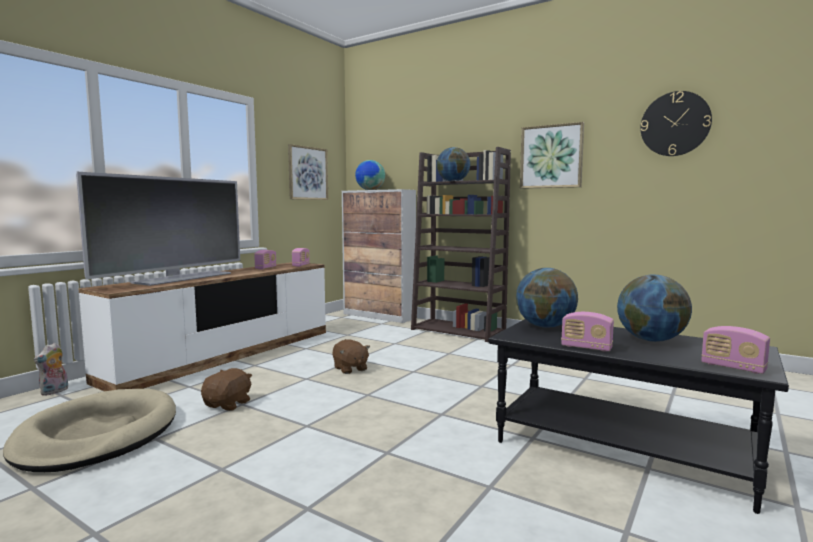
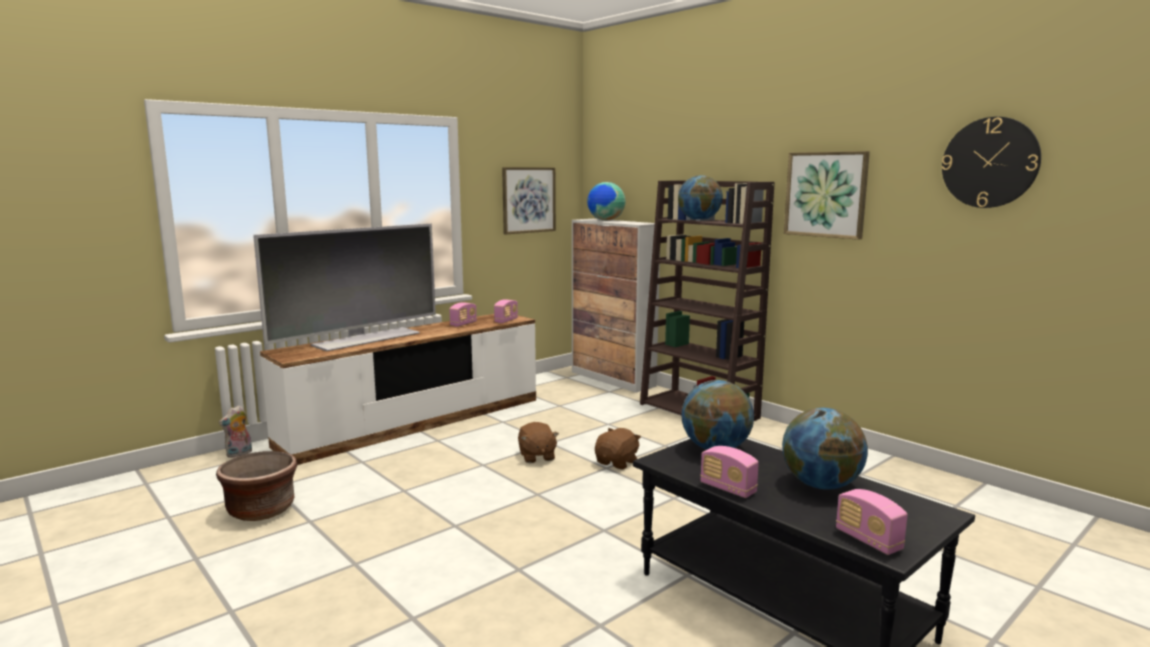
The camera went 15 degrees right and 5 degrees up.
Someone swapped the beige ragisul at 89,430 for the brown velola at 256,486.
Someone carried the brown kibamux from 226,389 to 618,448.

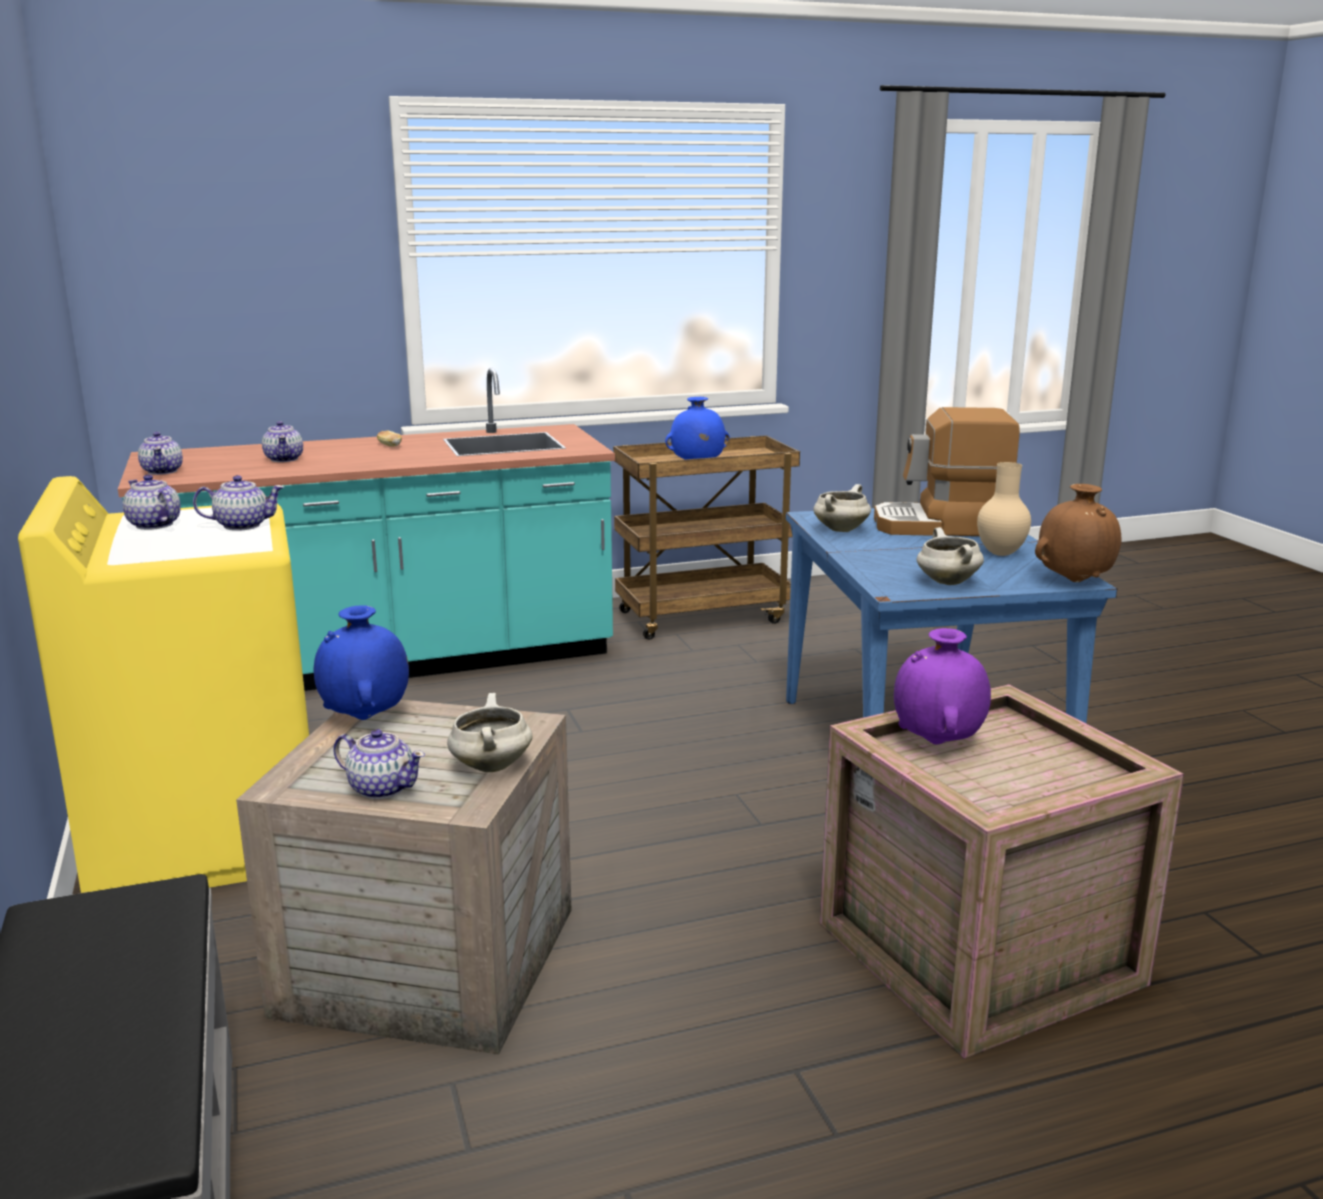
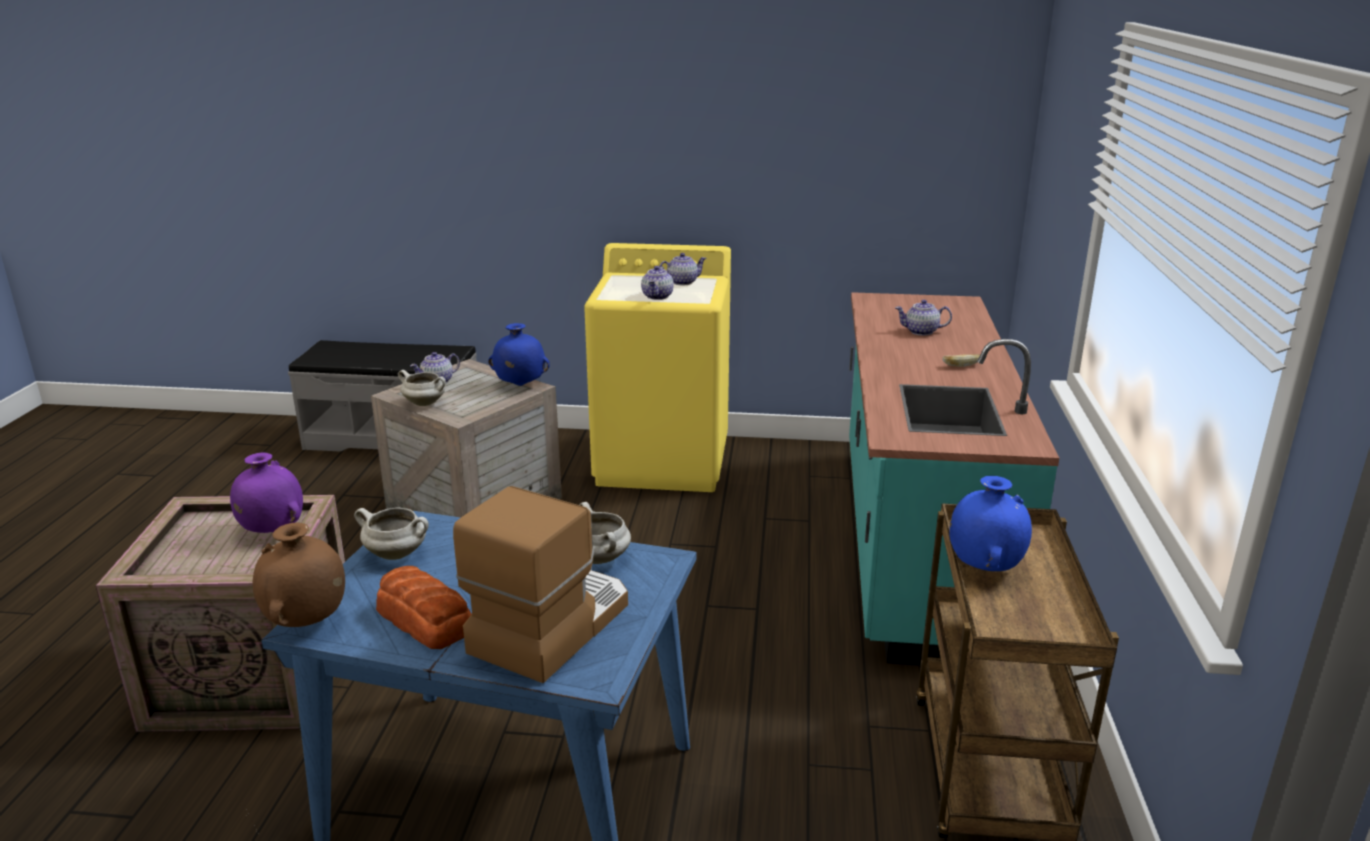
The camera went 115 degrees right and 5 degrees up.
Someone swapped the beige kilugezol at 1004,509 for the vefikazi at 424,607.
Someone took away the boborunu at 160,453.

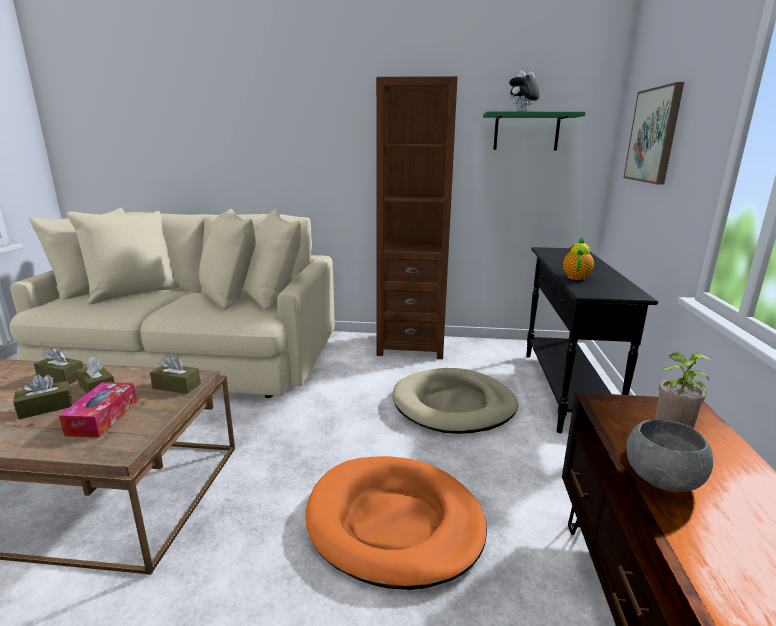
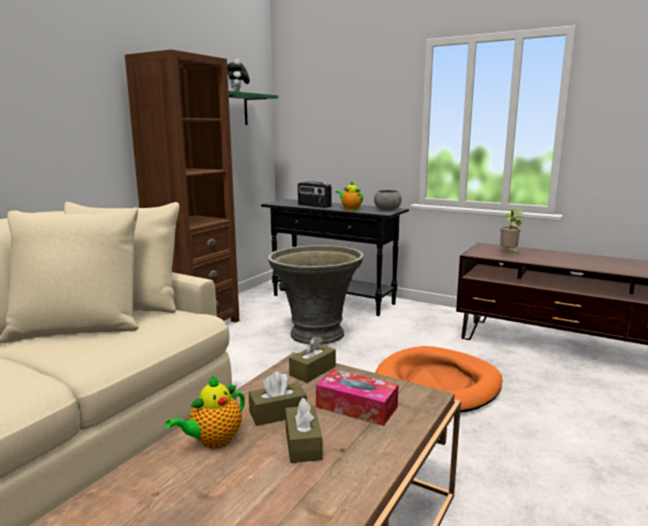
The camera went 65 degrees left and 5 degrees down.
Someone swapped the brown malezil at 58,365 for the boborunu at 205,412.
Someone swapped the beige ragisul at 455,401 for the grey velola at 315,295.
Someone put down the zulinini at 315,194.
Someone carried the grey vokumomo from 670,455 to 388,200.
Someone took away the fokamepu at 653,133.

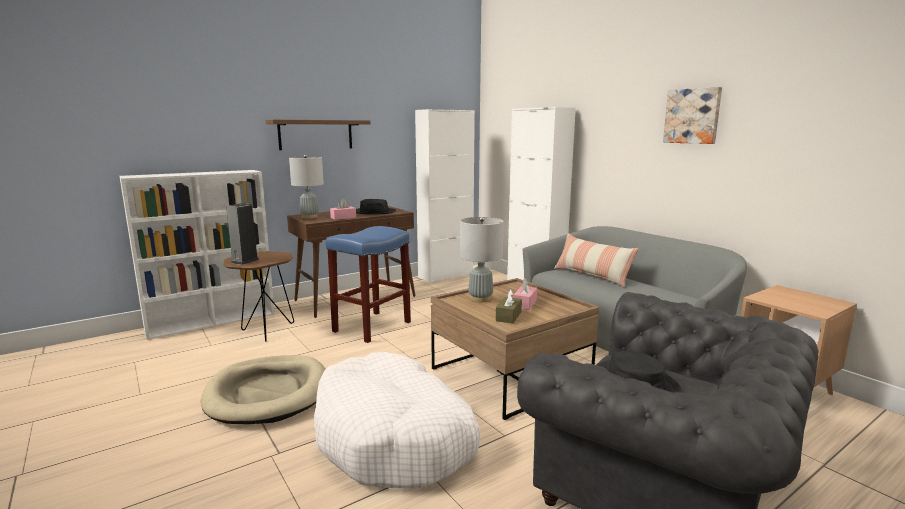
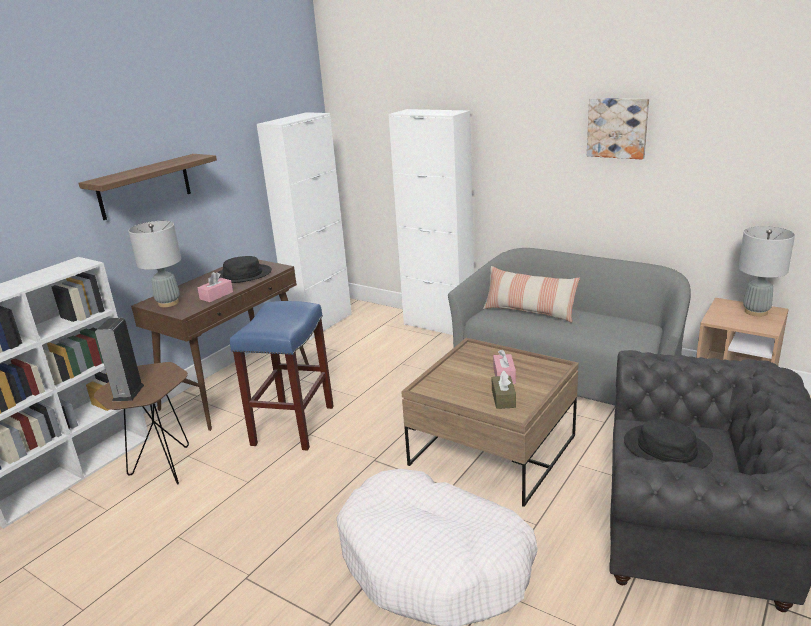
The camera went 20 degrees left and 10 degrees up.
Someone carried the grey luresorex from 482,259 to 767,271.
Someone took away the beige ragisul at 263,389.

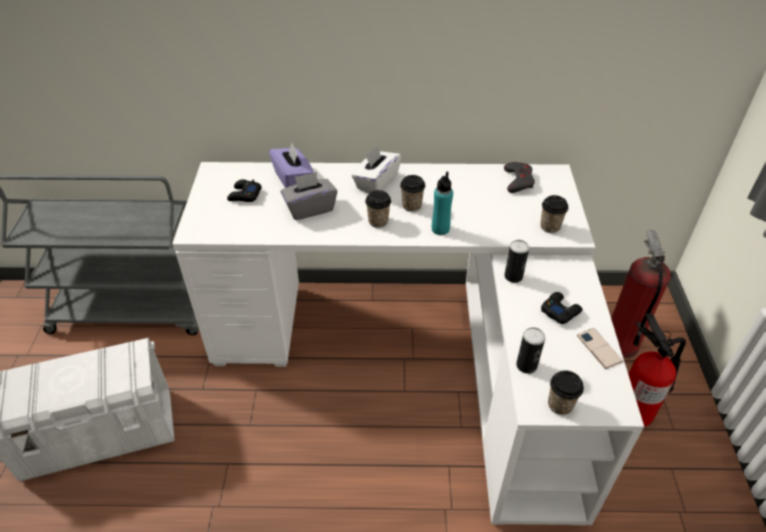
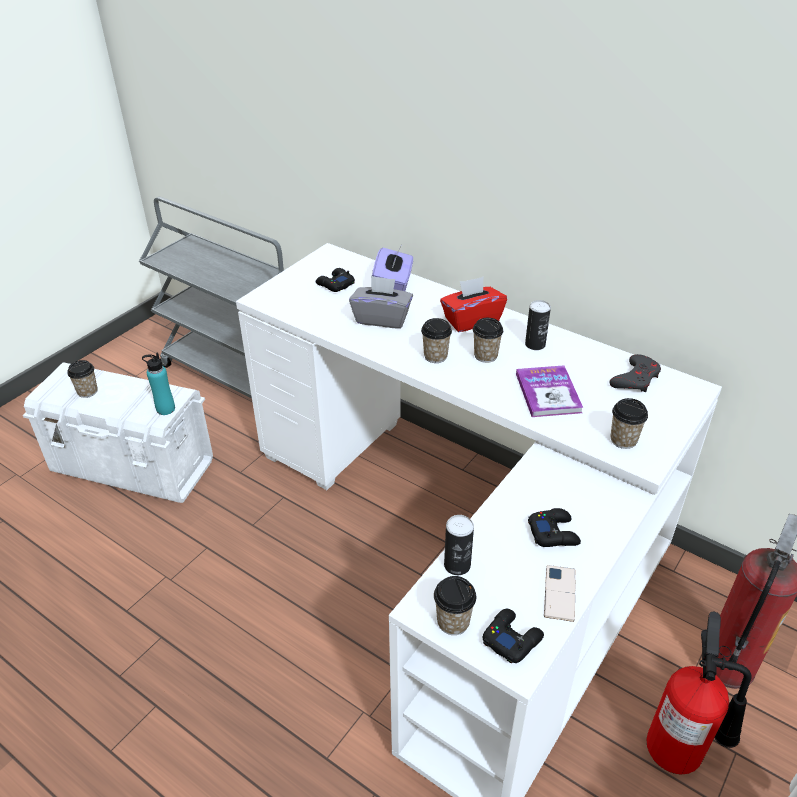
The camera went 35 degrees right and 5 degrees down.
Someone put down the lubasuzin at 82,379.
Someone carried the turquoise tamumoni from 442,203 to 158,383.
Someone repainted the white malezil at 376,169, which became the red malezil at 473,304.
Someone put down the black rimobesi at 513,636.
Someone put down the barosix at 549,391.
Someone carried the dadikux from 516,261 to 538,325.

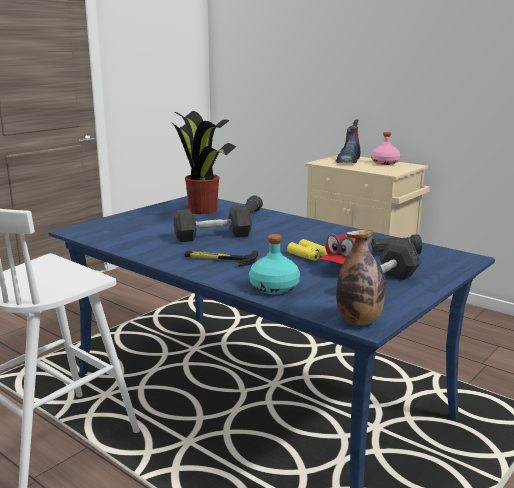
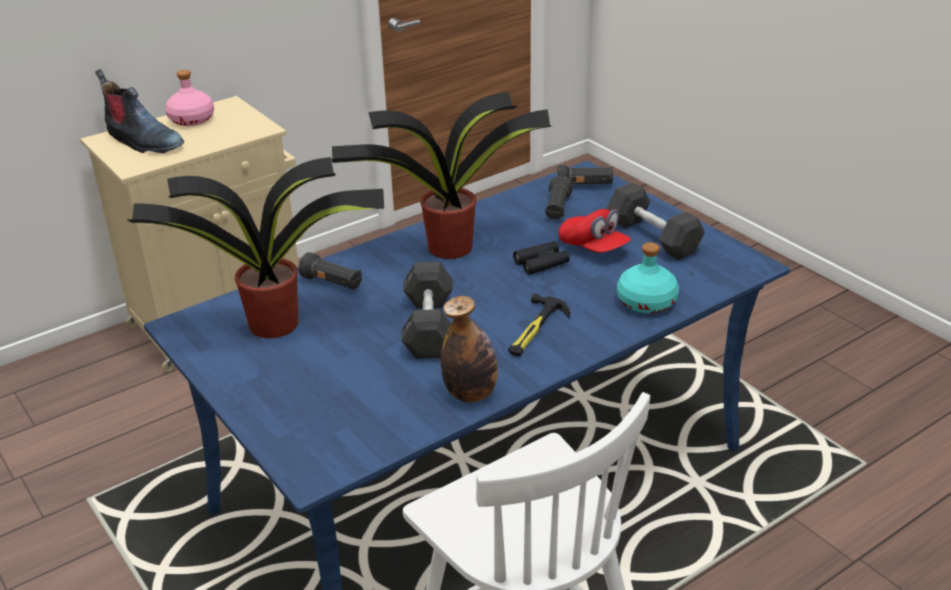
The camera went 75 degrees left and 15 degrees up.
Someone put down the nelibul at 442,176.
Someone carried the tamumoni from 360,277 to 469,349.
Someone repainted the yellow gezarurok at 307,250, which became the black gezarurok at 541,258.
Someone put down the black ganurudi at 585,174.

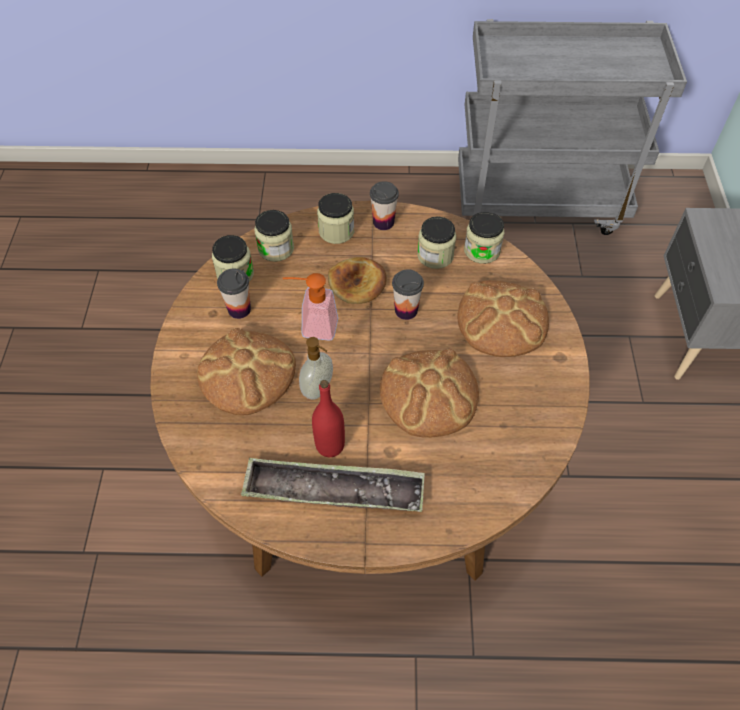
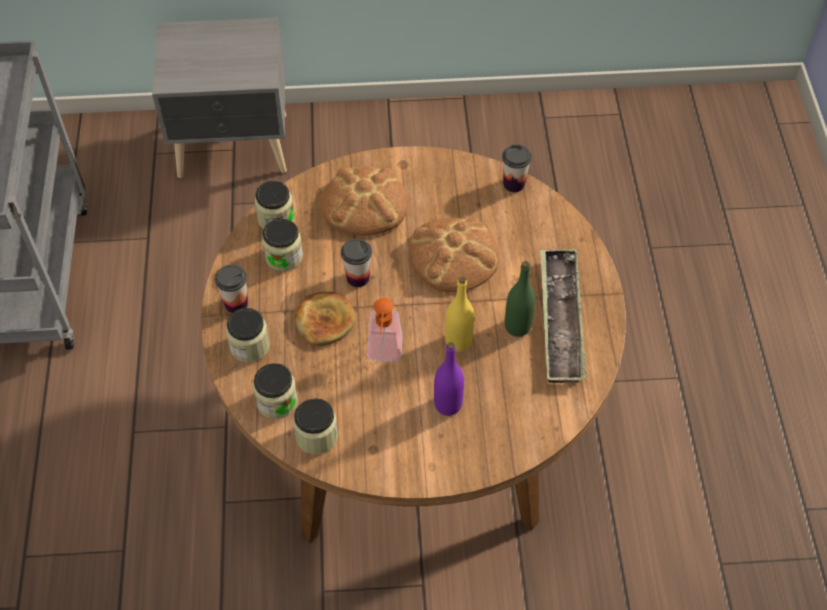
The camera went 95 degrees left and 0 degrees up.
Someone swapped the vefikazi at 246,372 for the purple tamumoni at 449,379.
Someone swapped the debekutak at 316,368 for the yellow tamumoni at 460,314.
Someone carried the lubasuzin from 234,293 to 517,168.
Someone repainted the red tamumoni at 328,418, which became the green tamumoni at 520,299.

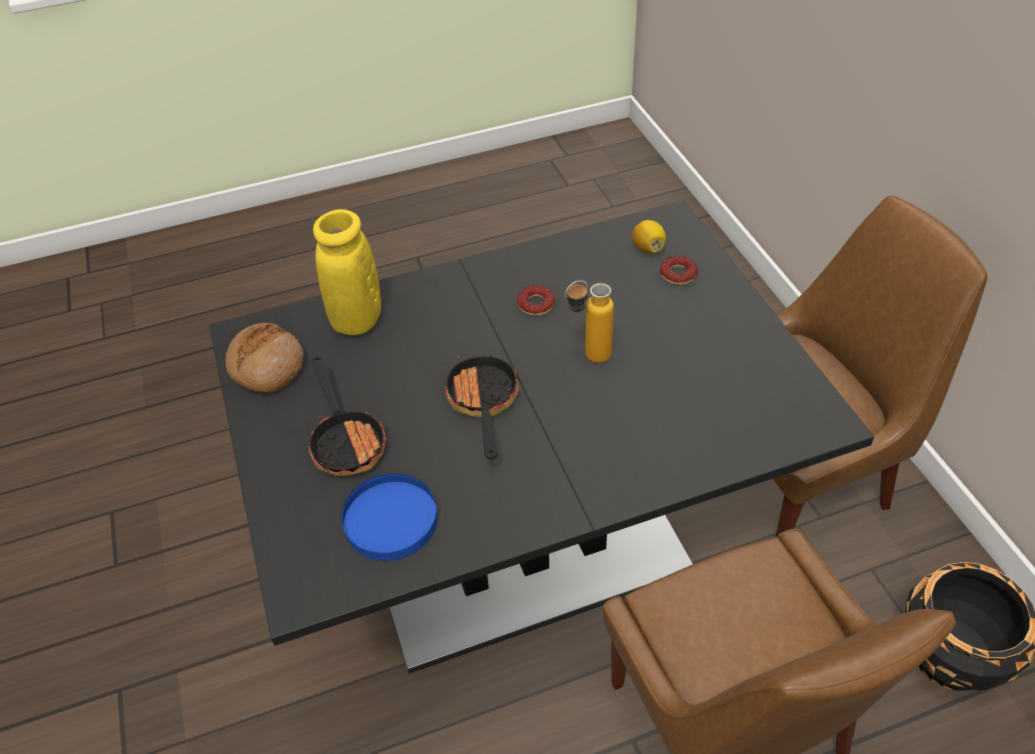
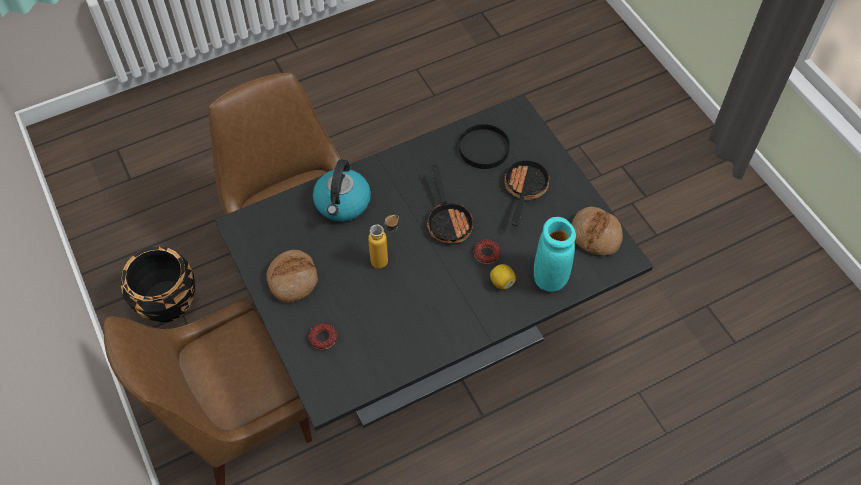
The camera went 170 degrees right and 10 degrees up.
Someone put down the vefikazi at 292,276.
Someone put down the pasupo at 342,190.
Someone repainted the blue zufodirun at 389,517, which became the black zufodirun at 484,146.
Someone carried the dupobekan from 536,300 to 487,252.
Someone carried the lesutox from 649,237 to 503,277.
Someone rotated the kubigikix at 345,416 by 45 degrees clockwise.
Someone repainted the yellow kilugezol at 347,272, which became the turquoise kilugezol at 555,254.

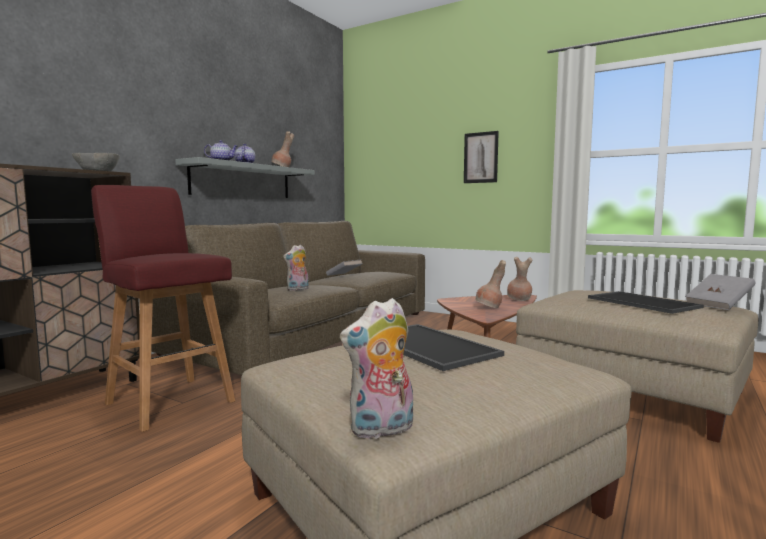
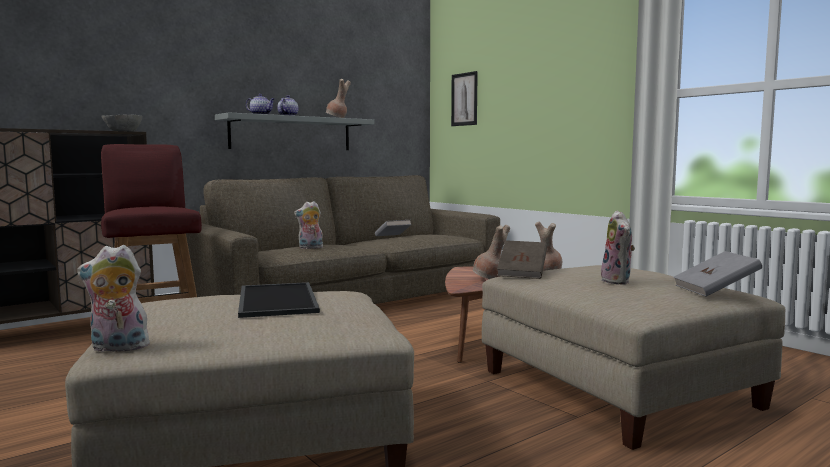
The camera went 20 degrees right and 0 degrees up.
Someone carried the fokamepu from 481,157 to 464,98.
Someone put down the brown barosix at 522,259.
Someone swapped the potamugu at 646,302 for the kibamux at 618,247.

